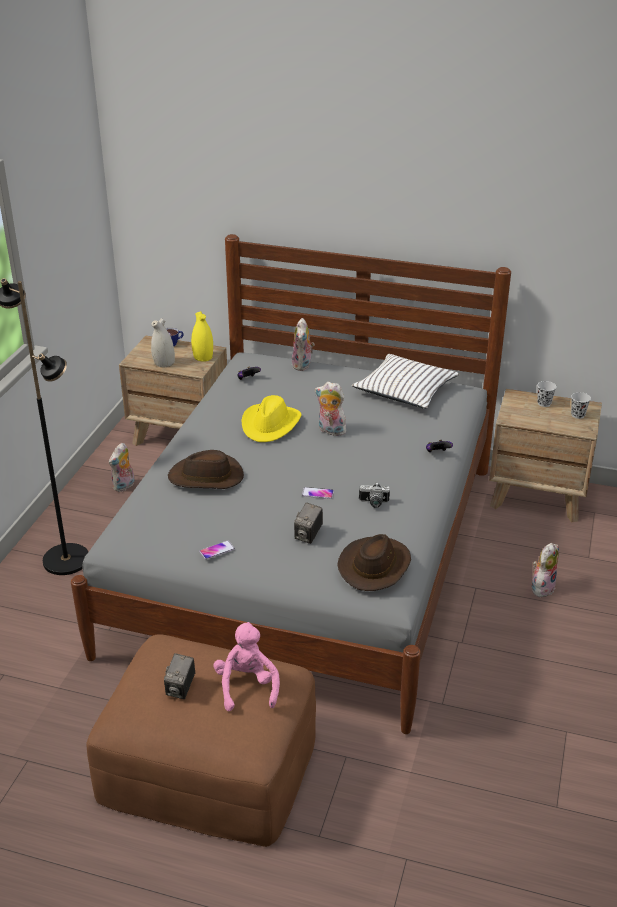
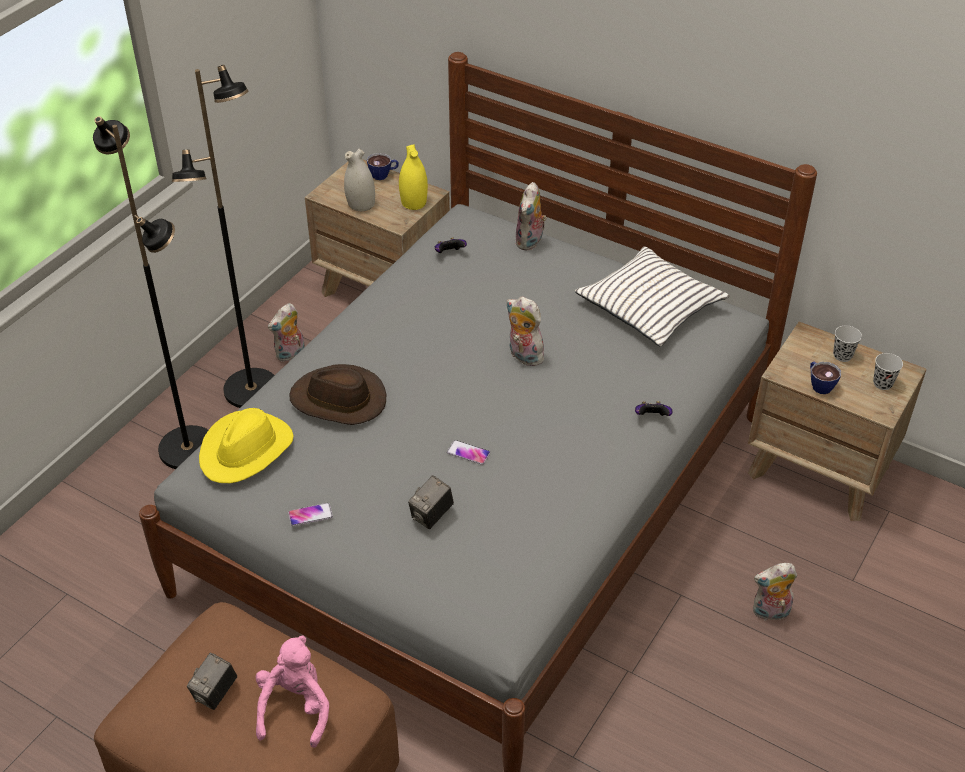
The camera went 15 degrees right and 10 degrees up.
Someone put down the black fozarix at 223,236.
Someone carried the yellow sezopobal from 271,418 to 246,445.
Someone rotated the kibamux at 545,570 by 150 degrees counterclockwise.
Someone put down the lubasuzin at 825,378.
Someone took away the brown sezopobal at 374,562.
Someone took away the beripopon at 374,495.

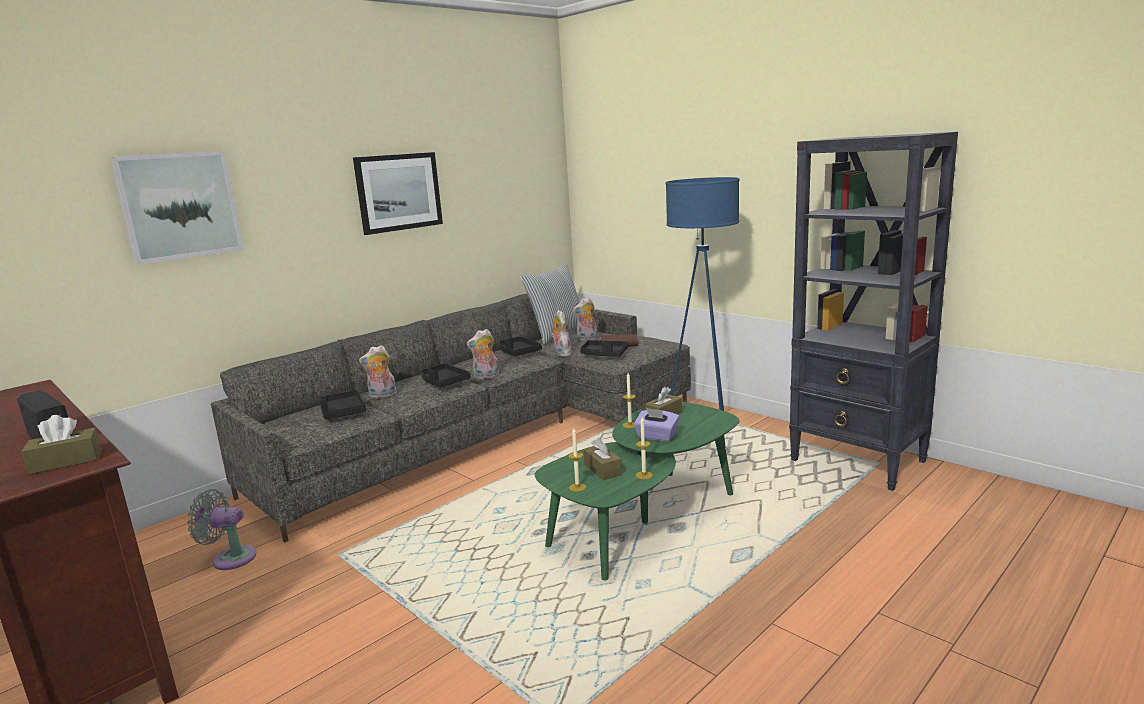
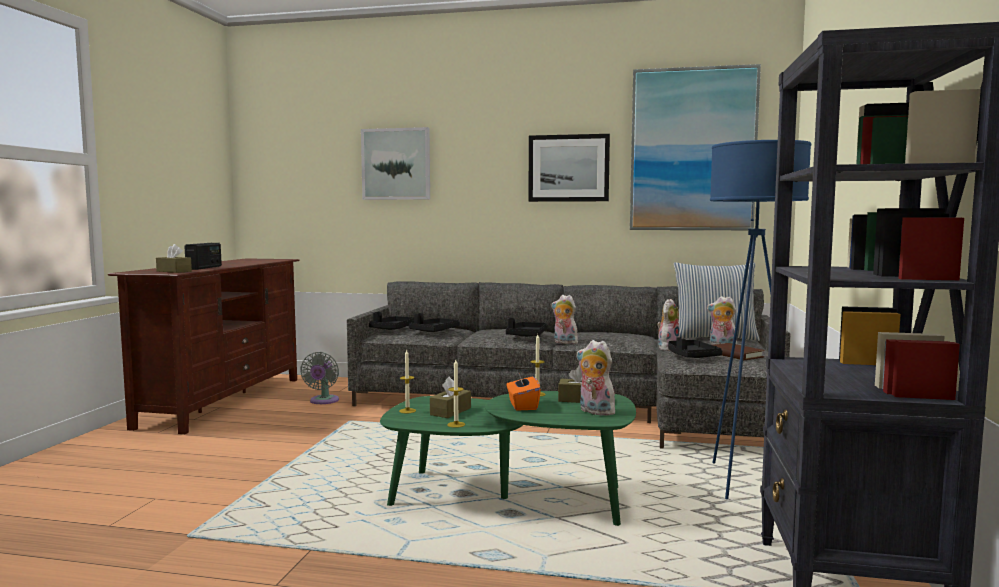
The camera went 55 degrees right and 10 degrees down.
Someone rotated the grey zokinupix at 221,529 by 150 degrees counterclockwise.
Someone carried the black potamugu from 520,346 to 391,321.
Someone repainted the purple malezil at 656,425, which became the orange malezil at 524,392.
Someone carried the kibamux from 378,372 to 597,378.
Someone put up the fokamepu at 695,147.

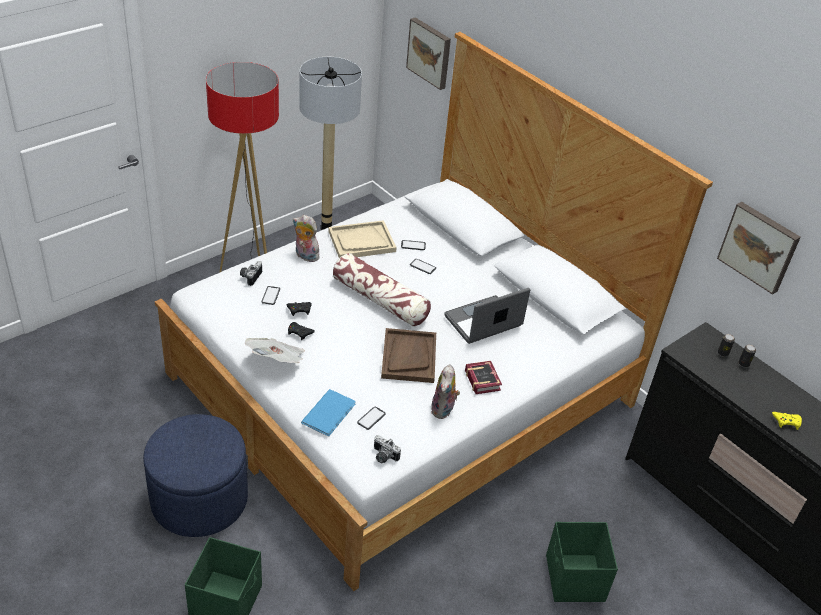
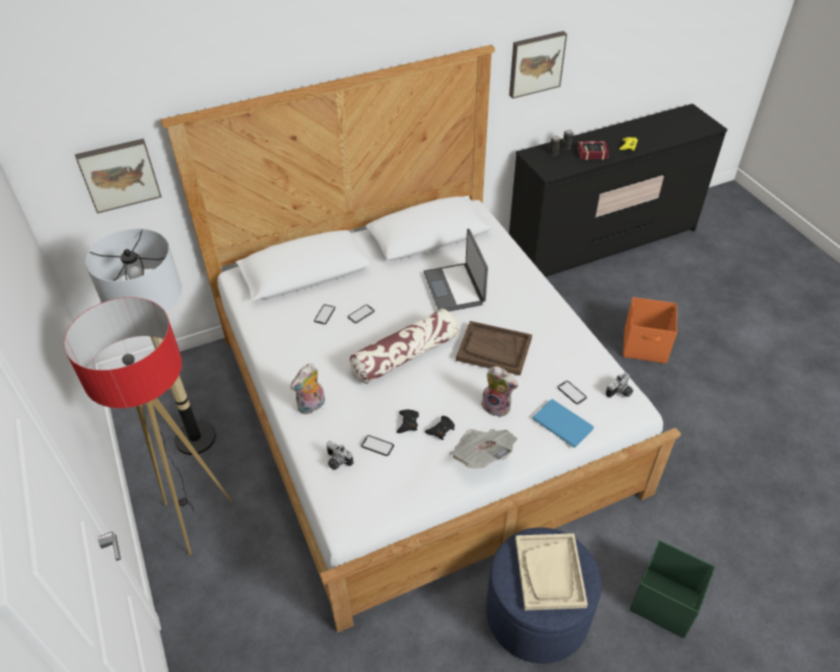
The camera went 70 degrees left and 5 degrees up.
Someone carried the kibamux from 445,391 to 499,391.
Someone carried the beige potamugu from 362,239 to 551,571.
Someone carried the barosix from 483,377 to 593,150.
Someone repainted the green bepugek at 582,562, which became the orange bepugek at 650,330.

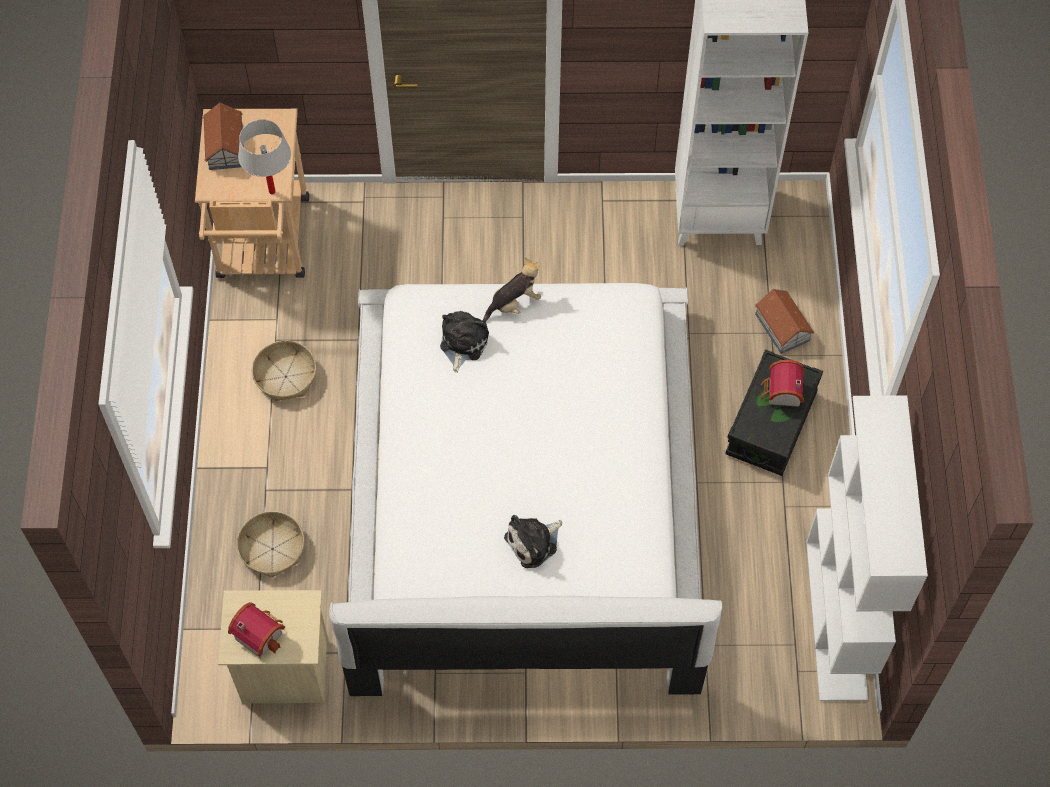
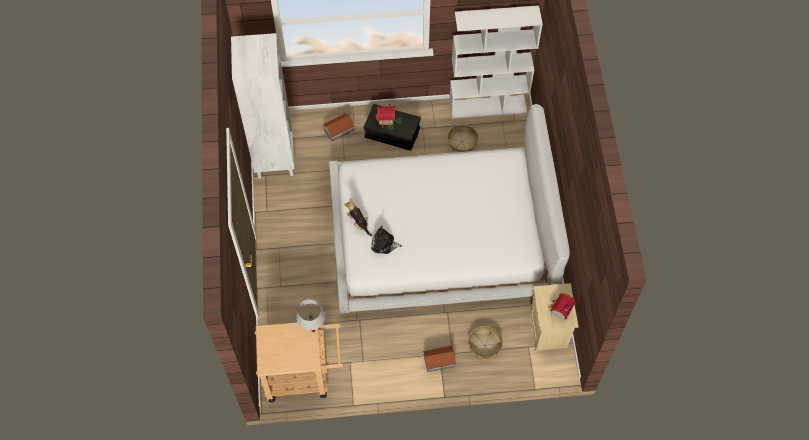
The camera went 95 degrees left and 0 degrees up.
Someone carried the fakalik from 223,136 to 439,359.
Someone carried the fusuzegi from 284,371 to 463,138.
Someone took away the kibamux at 533,541.

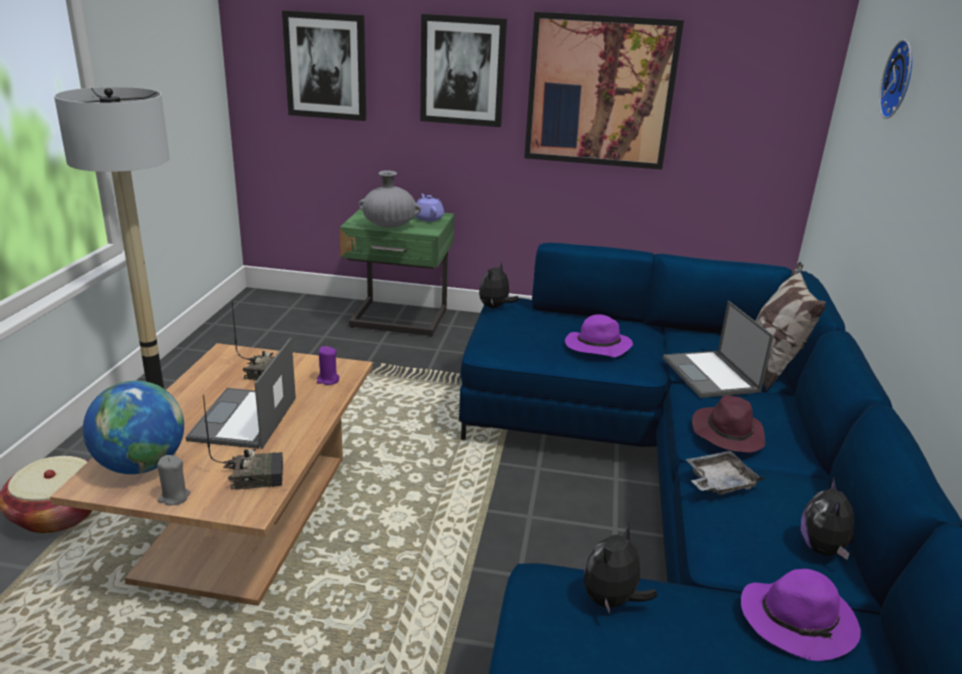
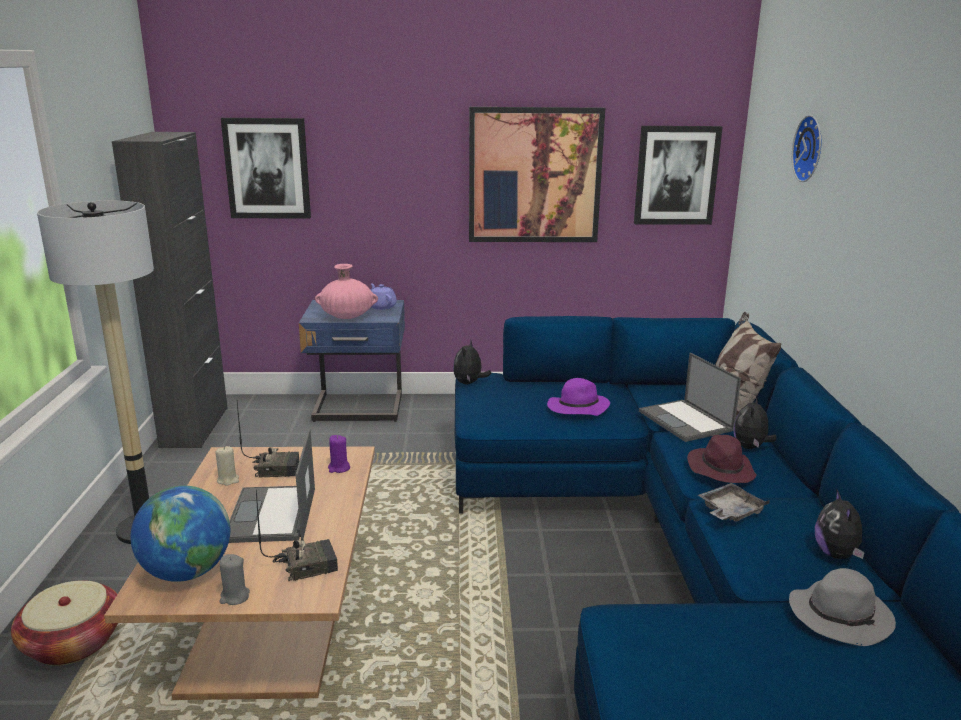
The camera went 10 degrees left and 5 degrees down.
Someone put down the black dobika at 170,290.
Someone put down the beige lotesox at 227,466.
Someone repainted the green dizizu at 397,273, which became the blue dizizu at 352,361.
Someone repainted the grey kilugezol at 389,199, which became the pink kilugezol at 346,291.
Someone carried the fokamepu from 463,70 to 678,175.
Someone carried the kibamux from 621,569 to 755,422.
Someone repainted the purple sezopobal at 801,615, which became the grey sezopobal at 842,607.

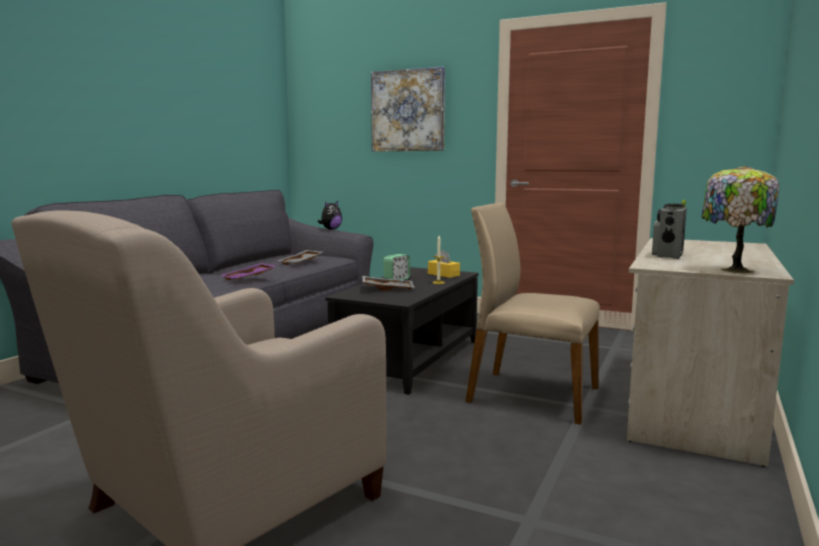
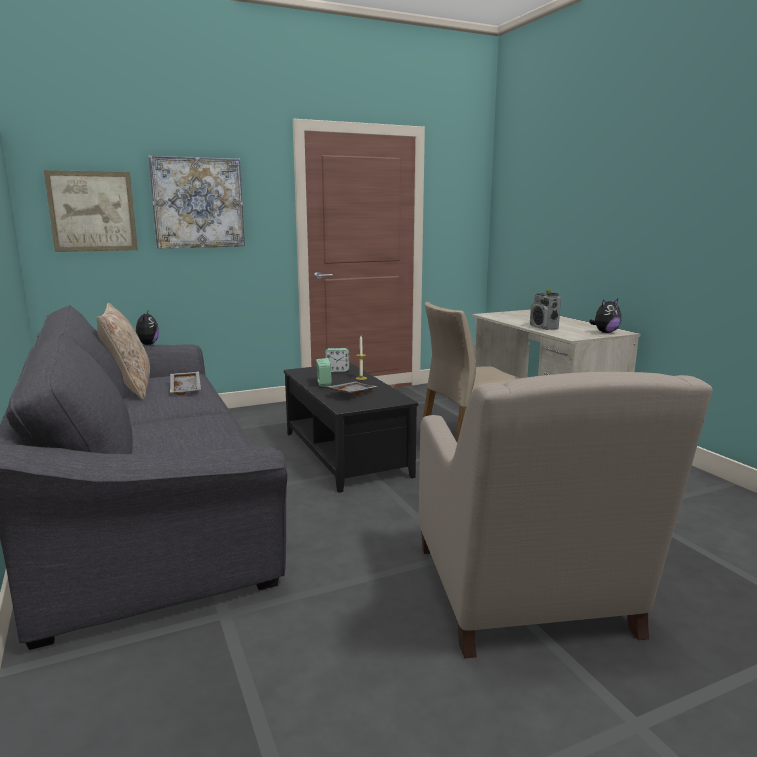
The camera went 50 degrees left and 5 degrees up.
Someone put up the fokamepu at 91,211.
Someone put down the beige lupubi at 123,351.
Someone swapped the yellow malezil at 444,264 for the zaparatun at 337,360.
Someone swapped the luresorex at 740,220 for the kibamux at 605,316.
Someone took away the purple potamugu at 248,271.

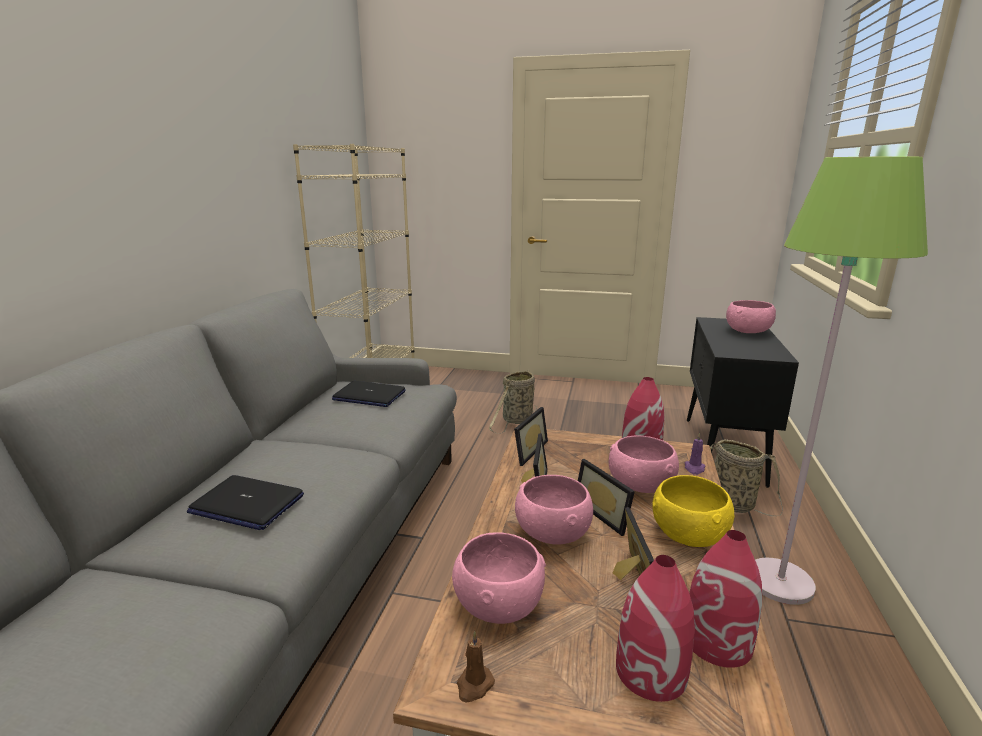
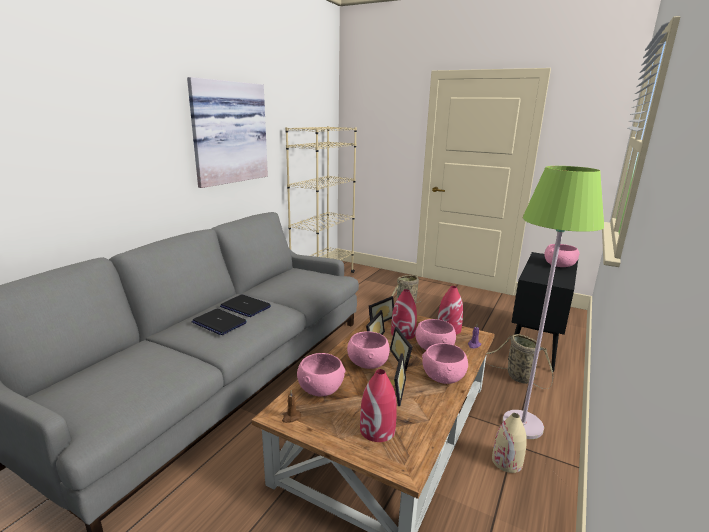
The camera went 15 degrees right and 0 degrees up.
Someone put up the fokamepu at 227,132.
Someone carried the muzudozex from 369,394 to 245,306.
Someone carried the red kilugezol from 725,599 to 404,314.
Someone repainted the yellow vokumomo at 693,511, which became the pink vokumomo at 445,363.
Someone put down the beige kilugezol at 509,443.

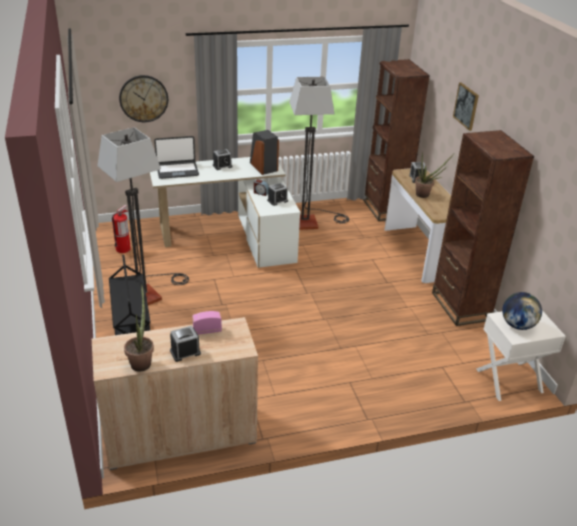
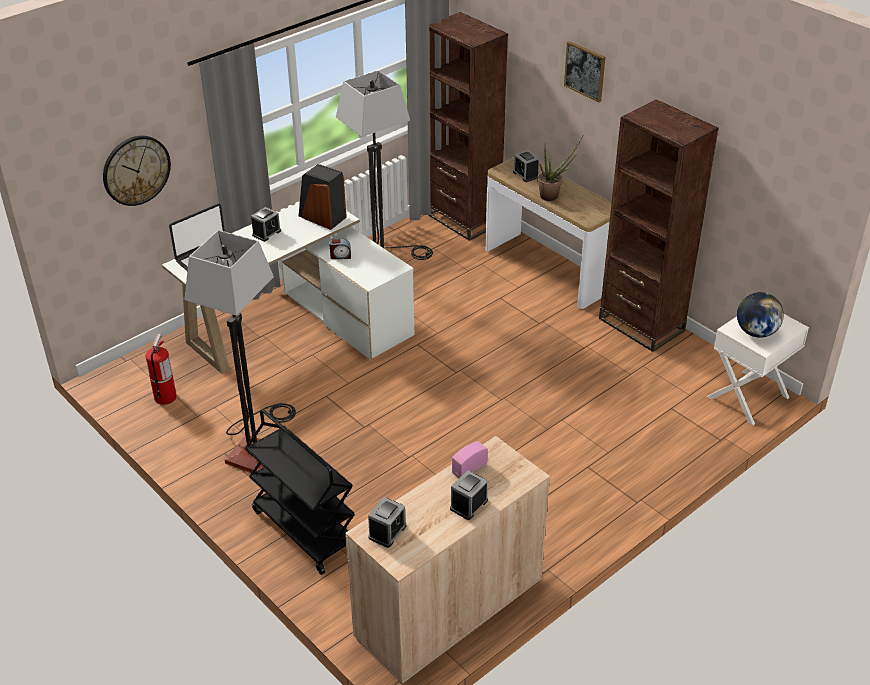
The camera went 25 degrees left and 5 degrees up.
Someone carried the zaparatun from 277,194 to 387,522.
Someone took away the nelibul at 139,328.

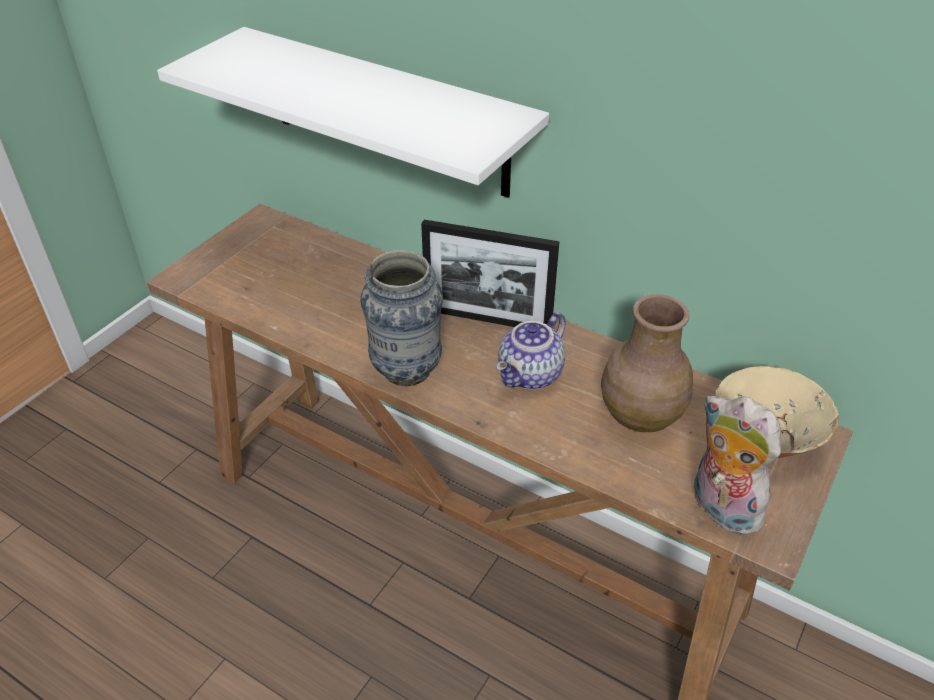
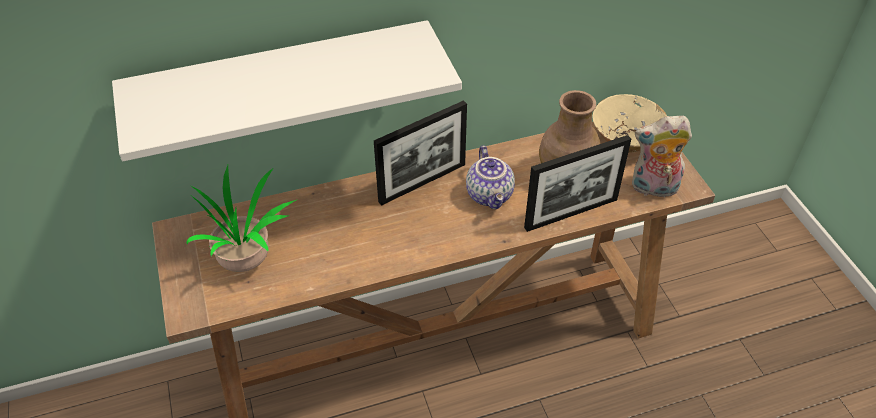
The camera went 50 degrees left and 5 degrees up.
Someone put down the nelibul at 241,218.
Someone put down the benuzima at 577,183.
Someone took away the kilugezol at 401,318.

